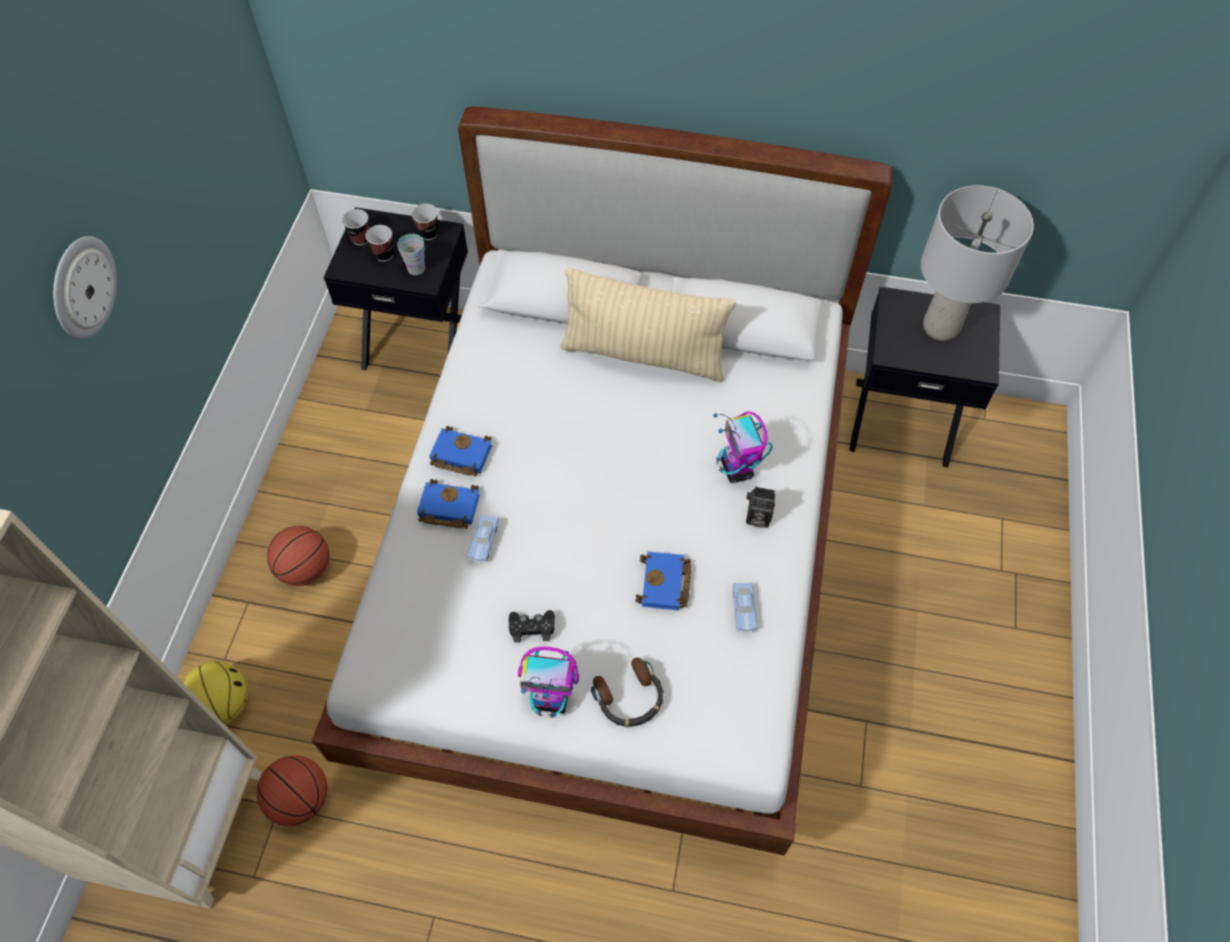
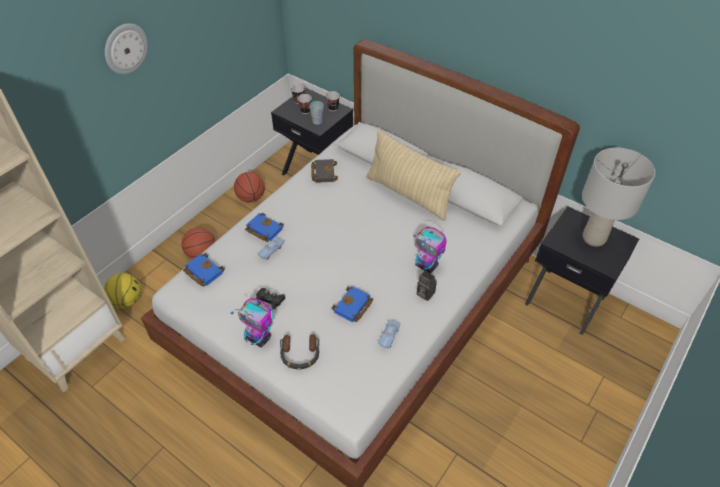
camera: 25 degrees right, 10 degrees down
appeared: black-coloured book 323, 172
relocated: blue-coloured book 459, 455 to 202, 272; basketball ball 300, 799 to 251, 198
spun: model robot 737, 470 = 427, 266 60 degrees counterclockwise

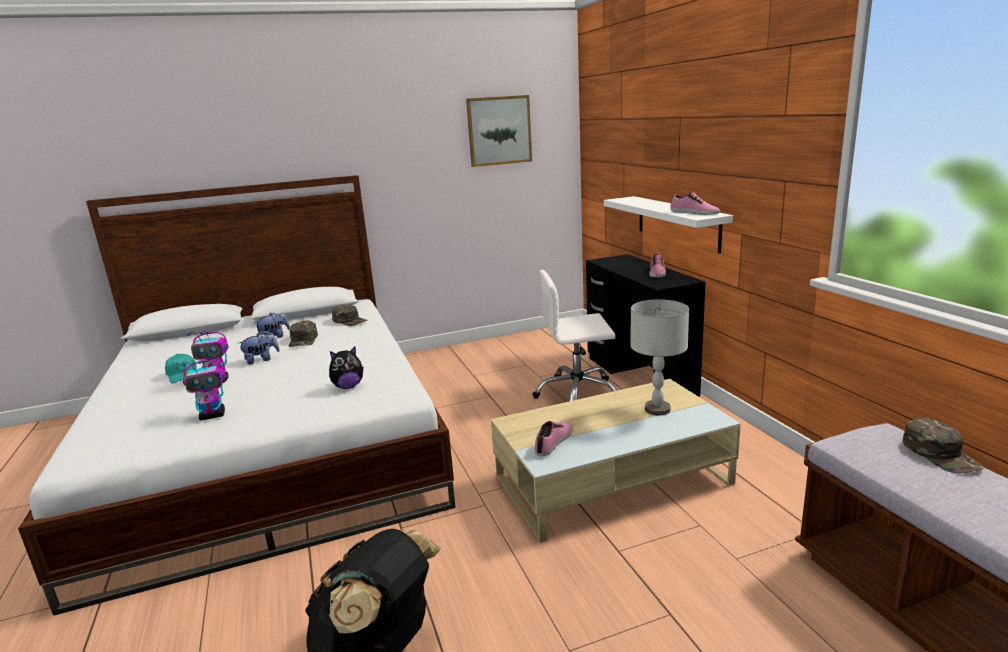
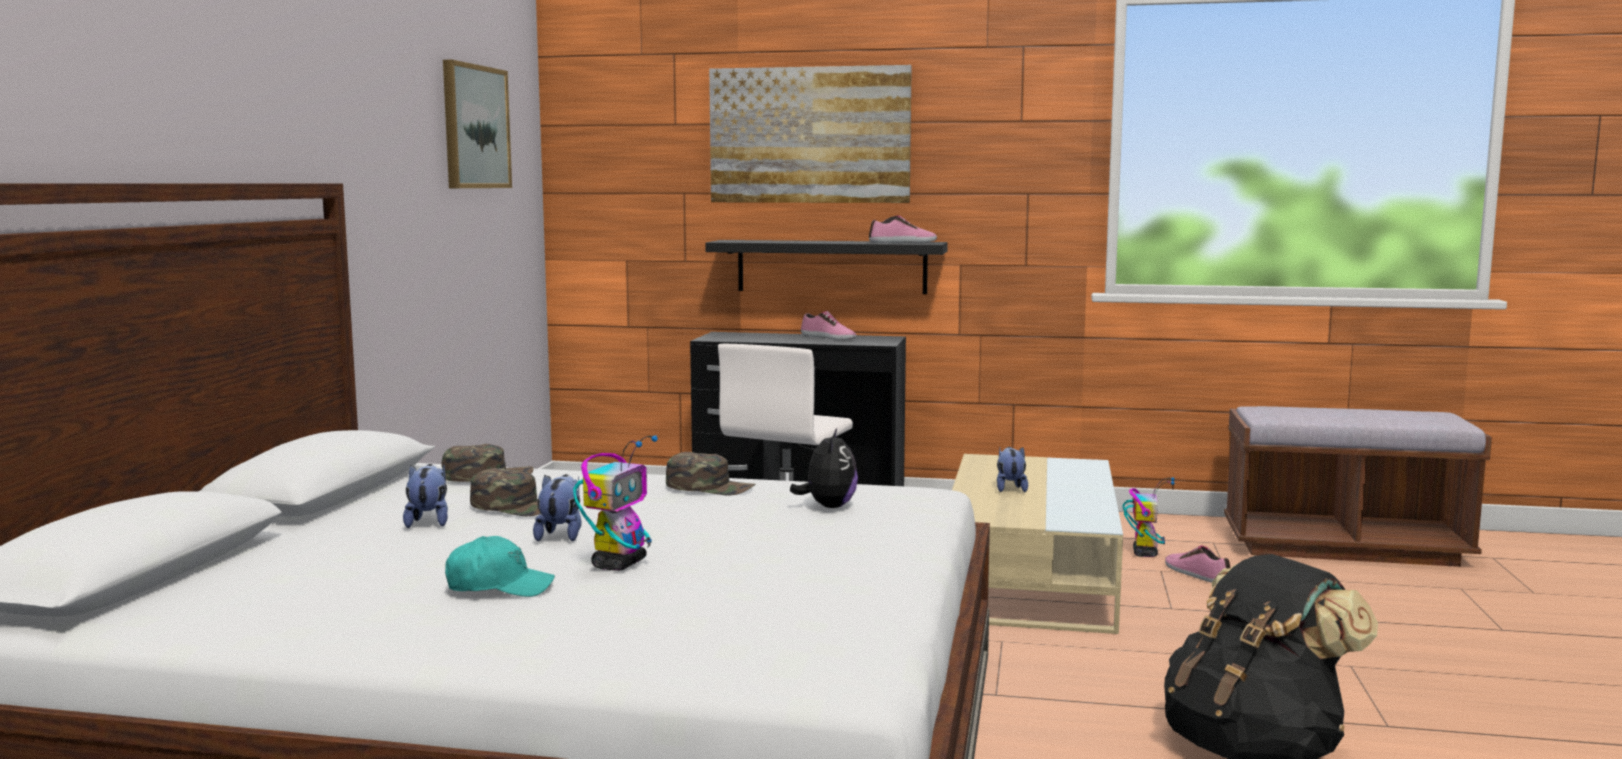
camera: 60 degrees left, 10 degrees down
missing: greyish table lamp 657, 409
appeared: wall picture 809, 135; cuddly toy 1010, 488
relocated: model robot 213, 415 to 1144, 553; green-coloured peaked cap 941, 454 to 710, 487; shoe 554, 442 to 1197, 574
colour: whitish bracket shelf 677, 222 to black-coloured bracket shelf 831, 266

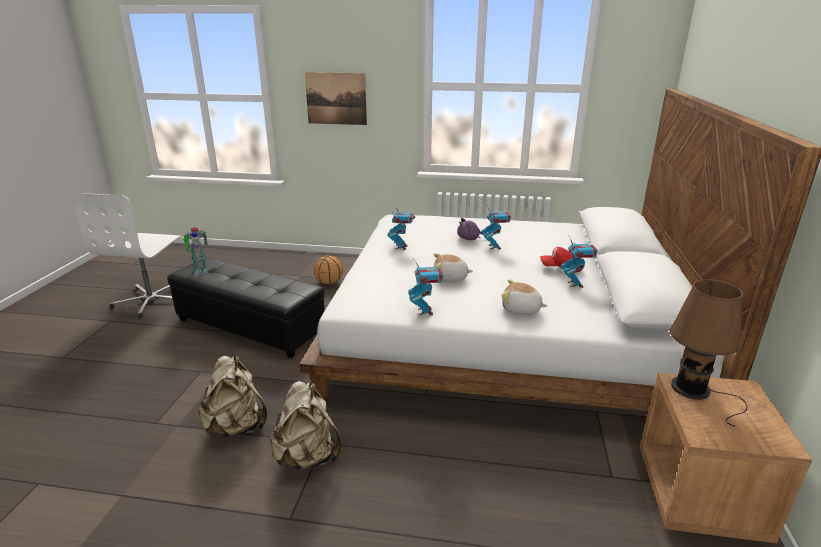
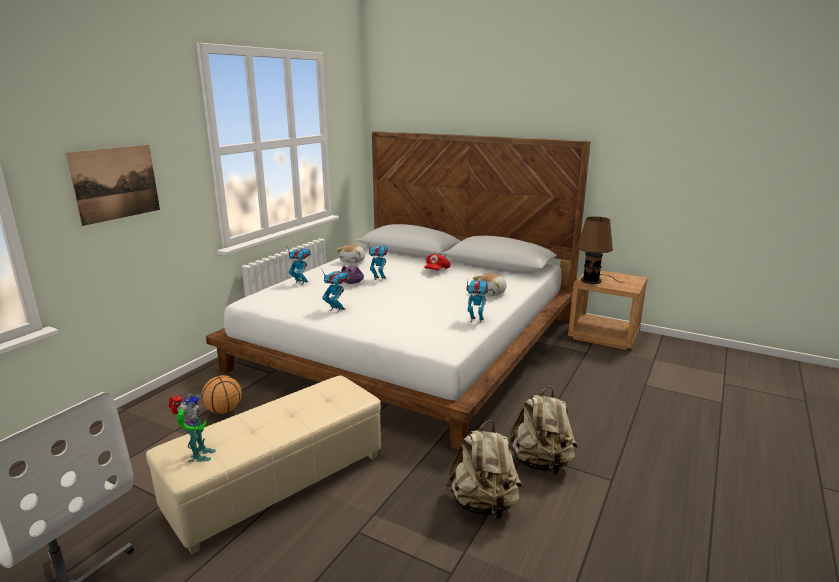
camera: 70 degrees left, 5 degrees down
relocated: model robot 575, 284 to 301, 282; cuddly toy 450, 278 to 353, 261
colour: black-coloured pouffe 249, 327 to sand-coloured pouffe 278, 484

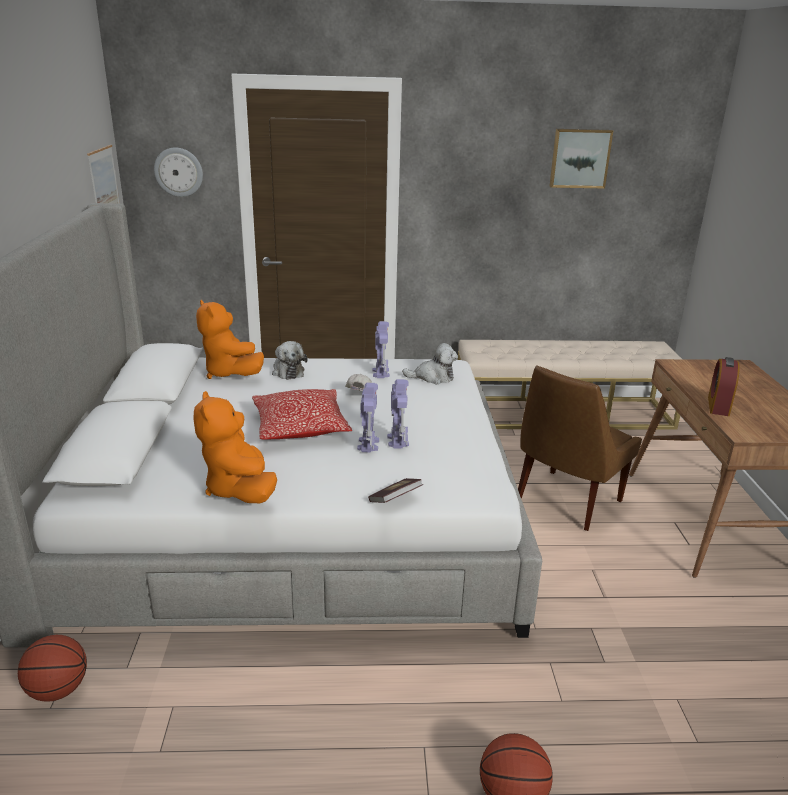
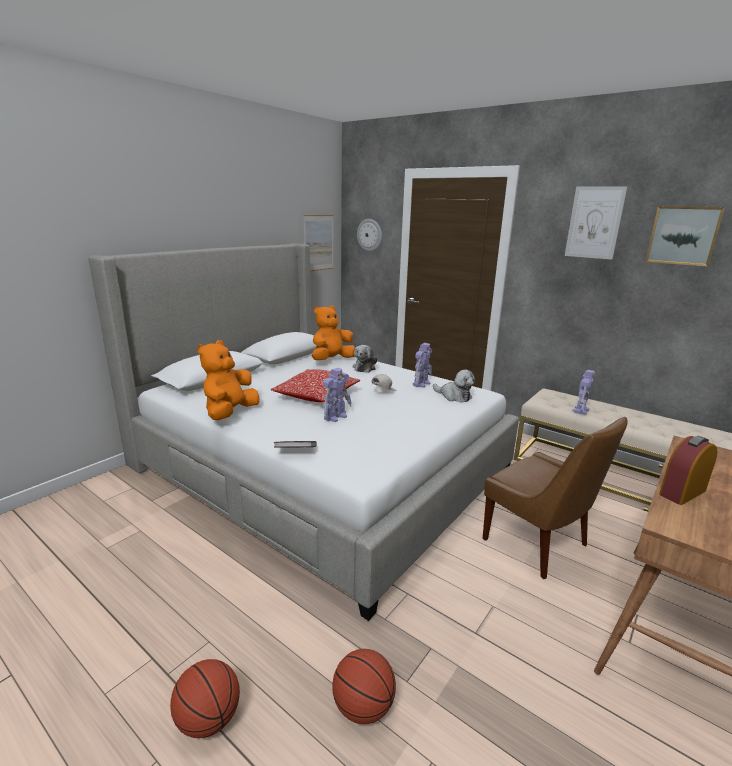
camera: 40 degrees right, 5 degrees down
appeared: wall picture 594, 222
relocated: model robot 397, 440 to 580, 410; basketball ball 58, 690 to 363, 707
spun: orange-coloured cuddly toy 229, 373 = 331, 360 45 degrees clockwise; brown chair 566, 501 = 538, 544 120 degrees counterclockwise

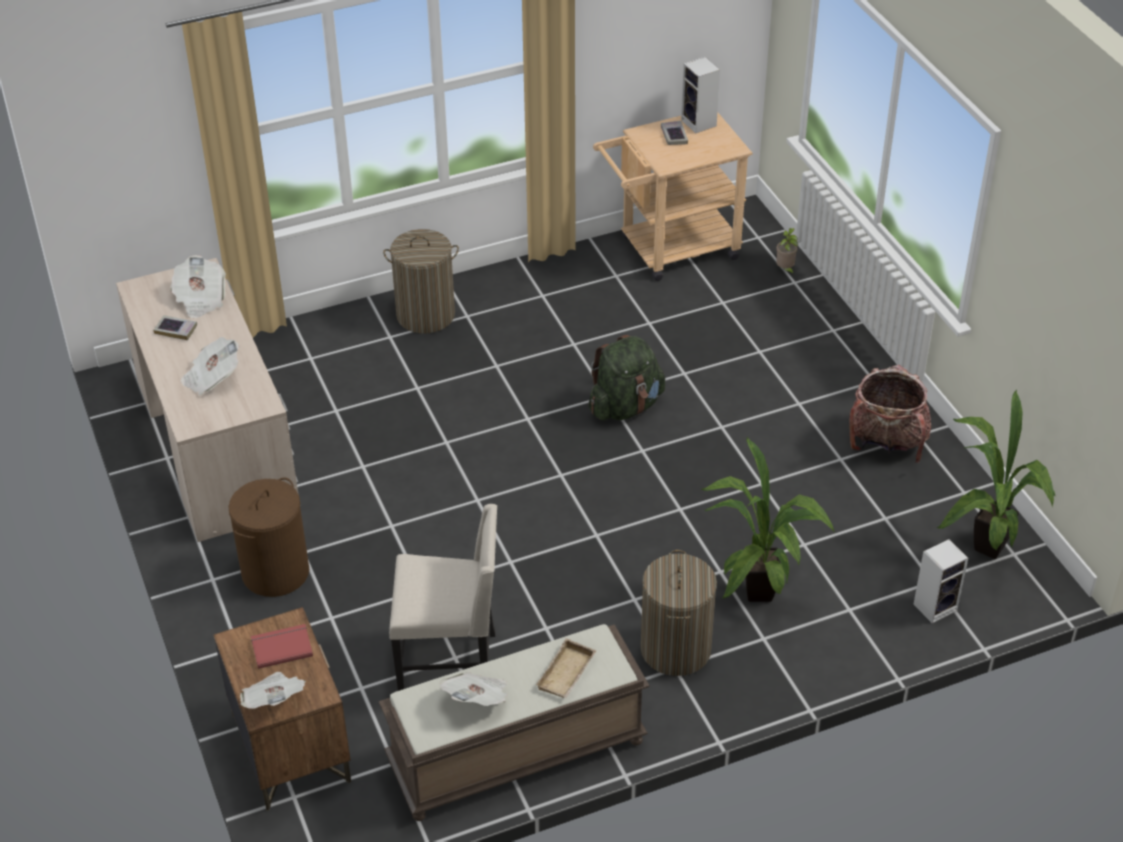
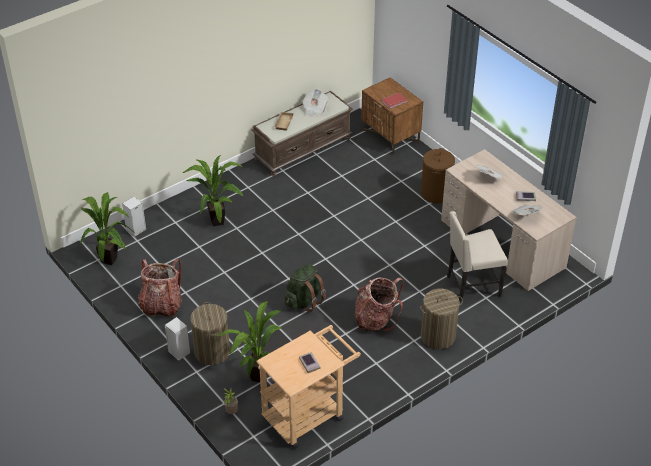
camera: 165 degrees right, 0 degrees up
missing: daily paper 274, 701
appeared: backpack 376, 319; plant in a pot 255, 376
relocated: speaker 700, 123 to 178, 352; sand-coloured chair 451, 664 to 472, 286; hamper 675, 649 to 212, 352

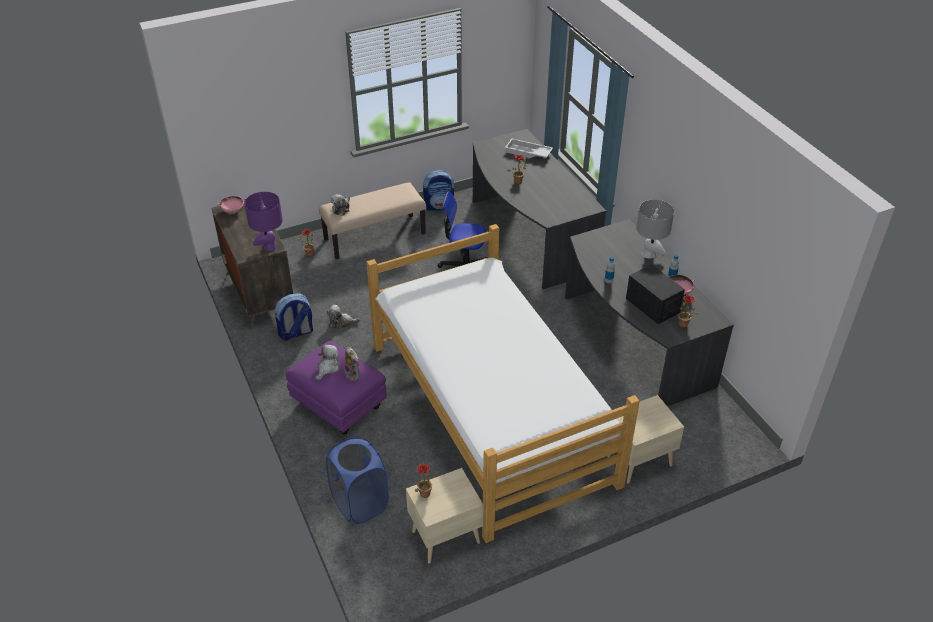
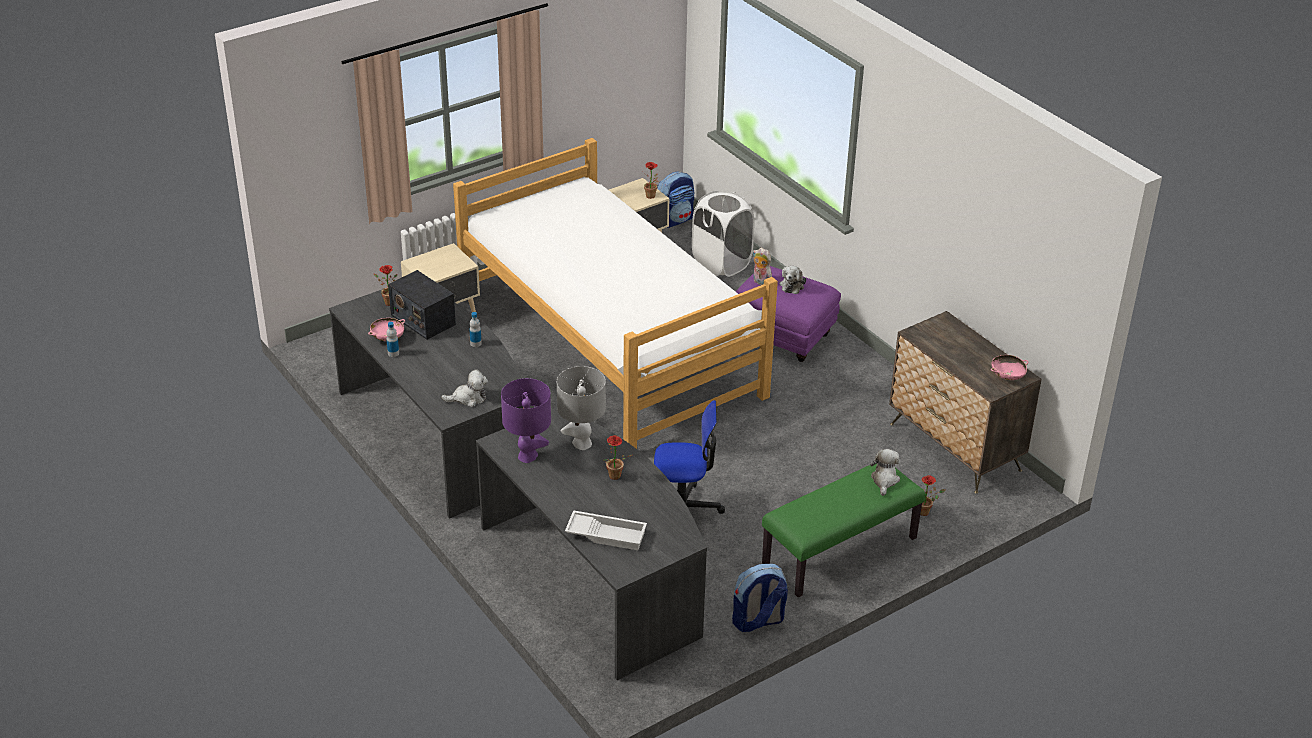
camera: 170 degrees right, 5 degrees down
relocated: purple-coloured table lamp 269, 247 to 528, 456; greyish table lamp 649, 254 to 582, 443; backpack 296, 333 to 675, 220; cuddly toy 342, 322 to 468, 398
colour: sand-coloured indoor bench 375, 236 to green-coloured indoor bench 840, 552; blue-coloured hamper 359, 503 to whitish hamper 721, 264

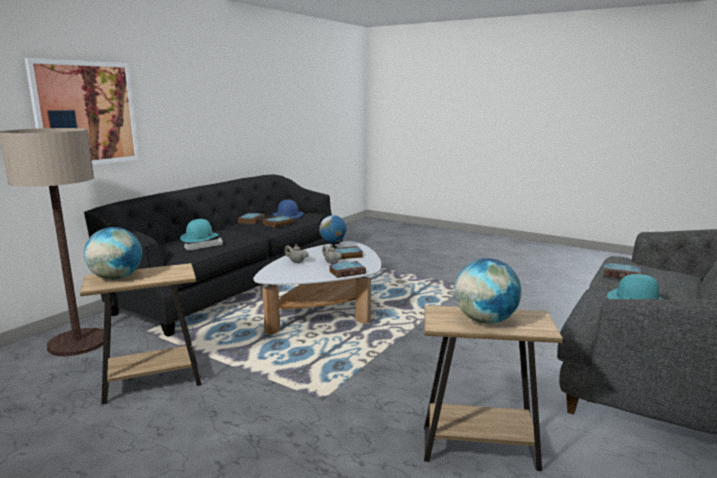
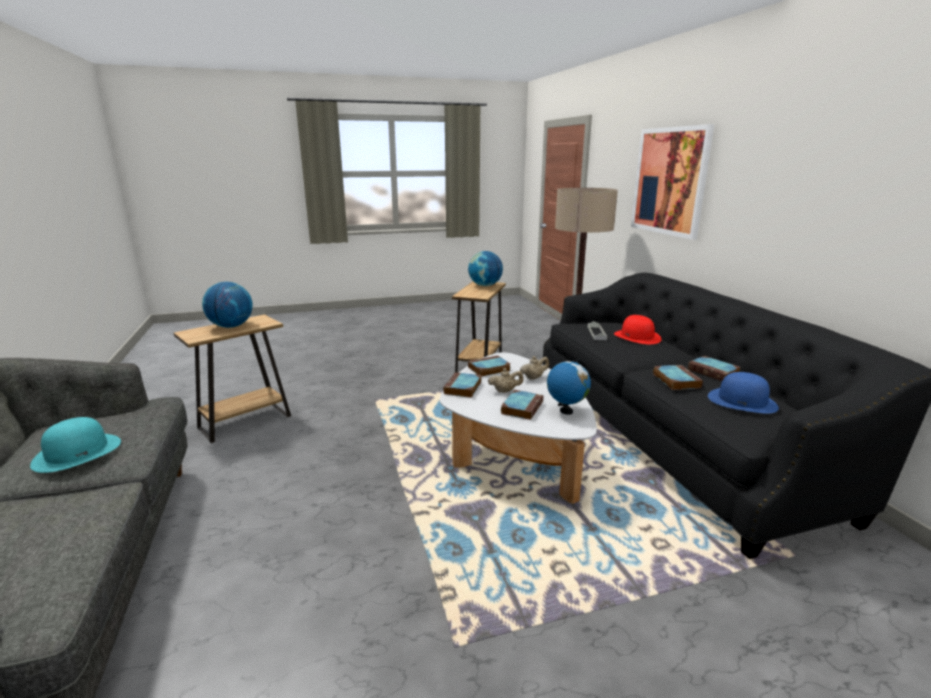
camera: 130 degrees right, 5 degrees up
relocated: book 622, 274 to 488, 369
colour: turquoise hat 199, 237 to red hat 637, 336

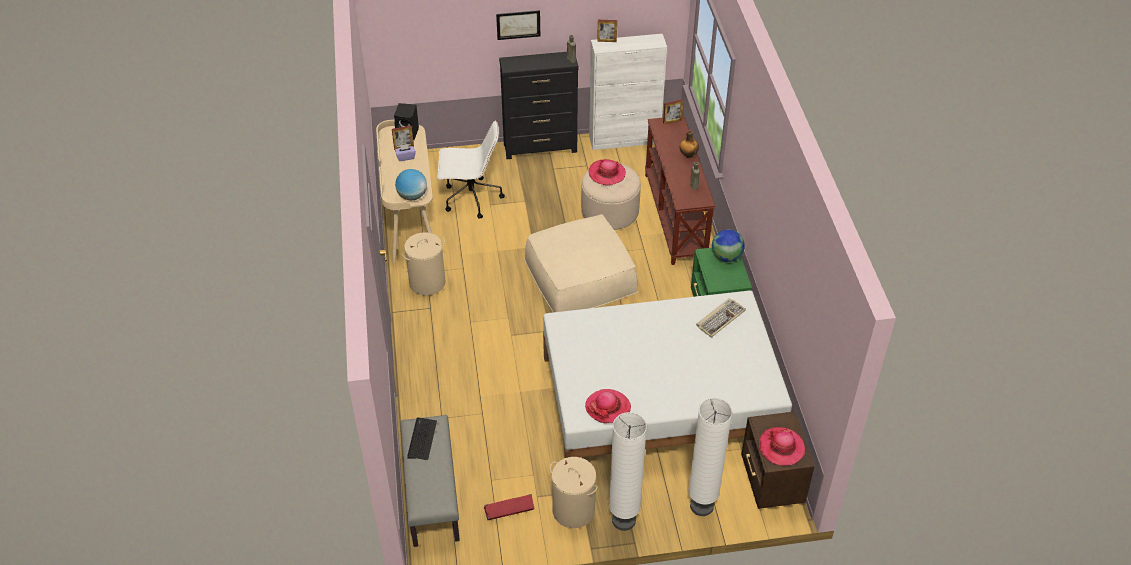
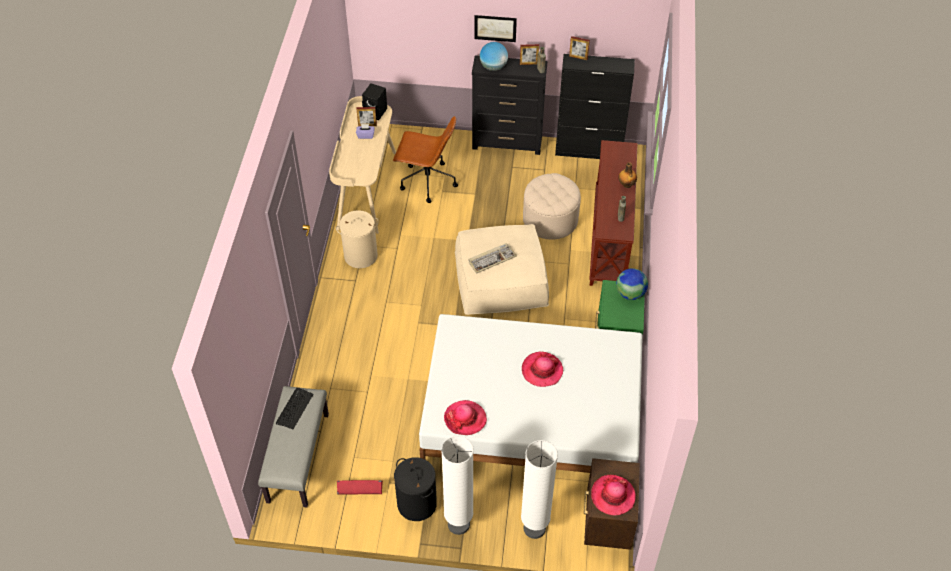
camera: 15 degrees right, 5 degrees up
relocated: photo frame 672, 121 to 528, 63; hat 606, 173 to 542, 370; globe 412, 196 to 493, 67; computer keyboard 720, 318 to 492, 259
colour: whitish cupboard 625, 140 to black-coloured cupboard 589, 151; whitish computer chair 471, 198 to brown computer chair 427, 182; sand-coloured hamper 573, 510 to black-coloured hamper 416, 503

